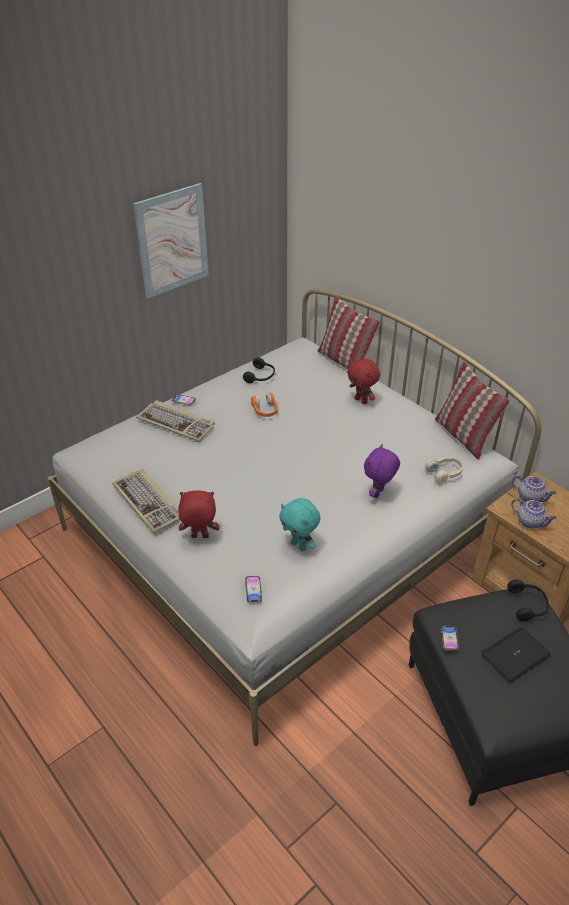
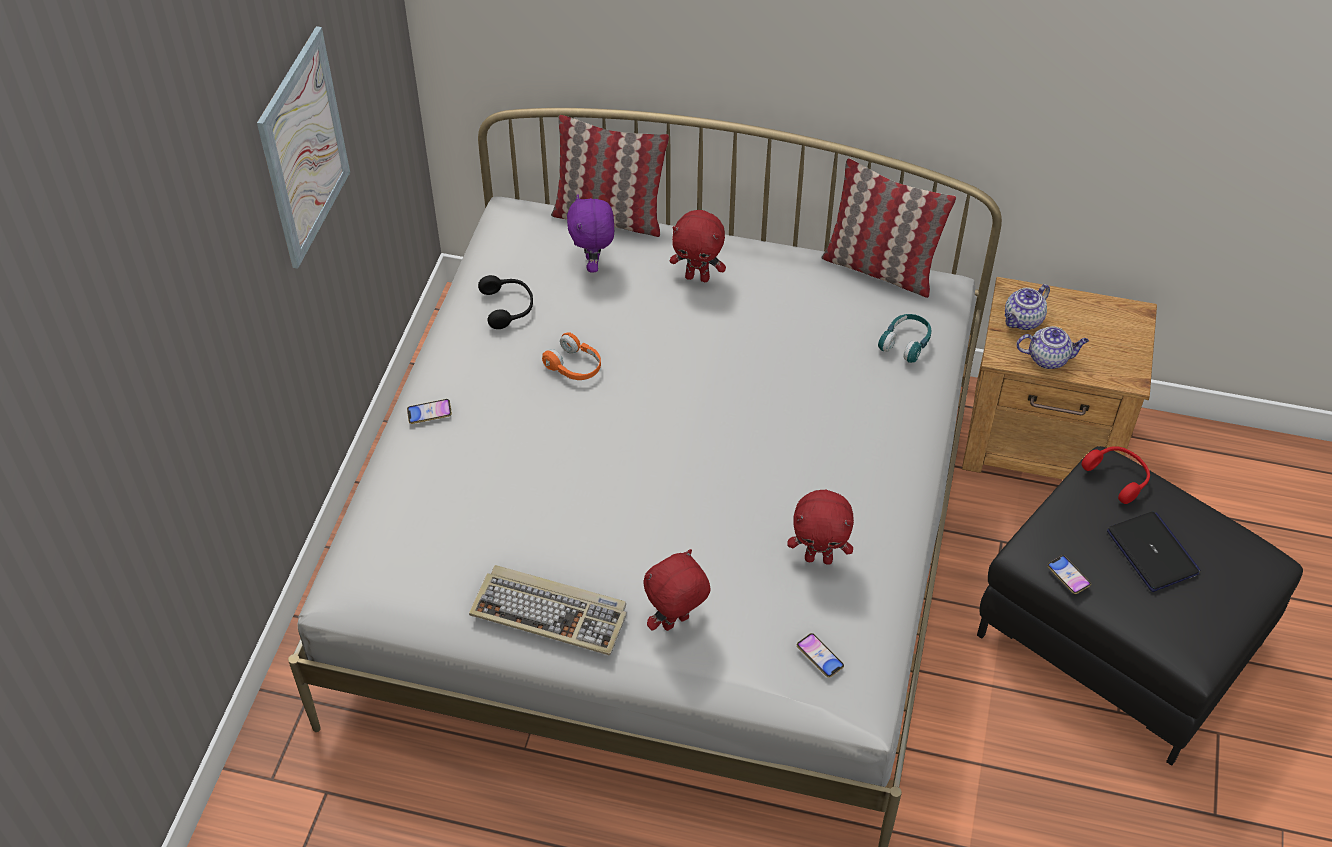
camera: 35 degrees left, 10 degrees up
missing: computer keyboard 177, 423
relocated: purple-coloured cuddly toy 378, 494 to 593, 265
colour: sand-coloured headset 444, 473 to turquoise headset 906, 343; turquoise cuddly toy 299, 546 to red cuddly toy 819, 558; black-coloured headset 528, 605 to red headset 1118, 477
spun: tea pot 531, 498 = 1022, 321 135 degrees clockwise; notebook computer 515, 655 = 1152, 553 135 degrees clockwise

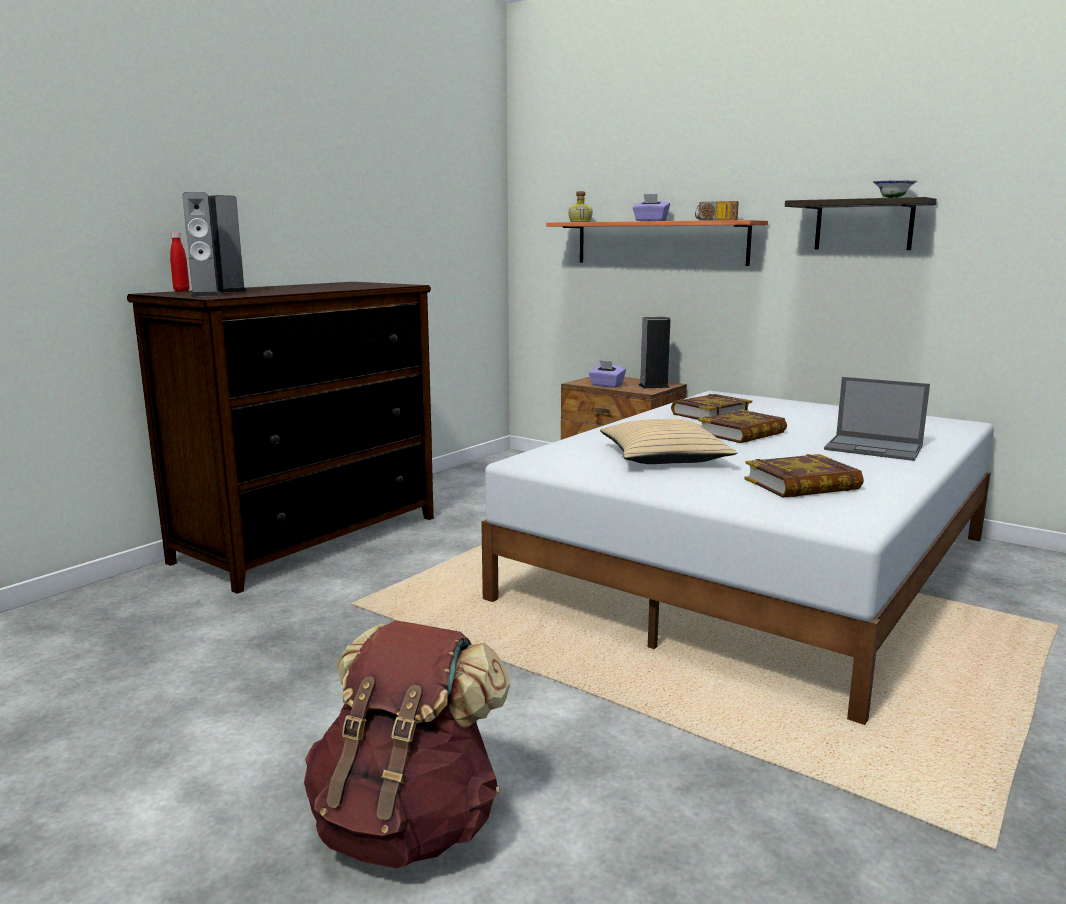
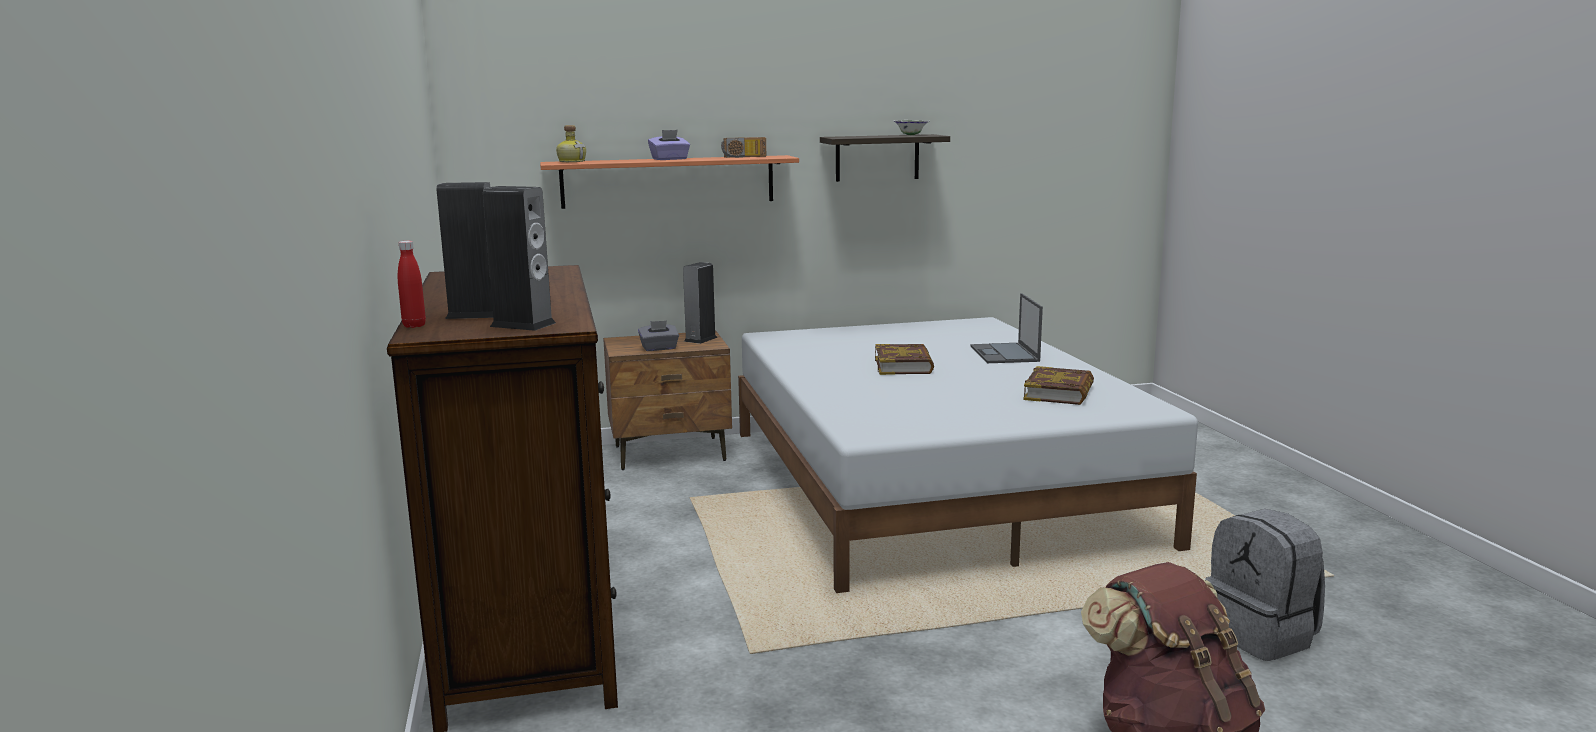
camera: 50 degrees left, 0 degrees up
missing: book 710, 414; sand-coloured throw pillow 664, 457
appeared: greyish backpack 1261, 635
colour: purple-coloured tissue box 606, 385 to greyish tissue box 659, 348
spun: notebook computer 874, 448 = 1005, 354 105 degrees clockwise

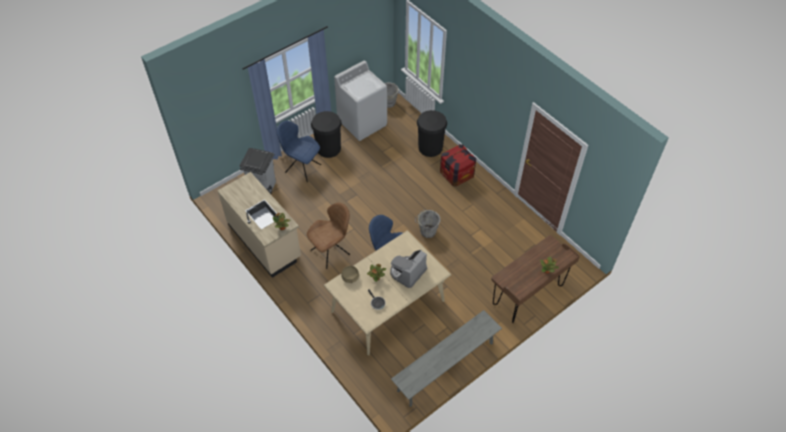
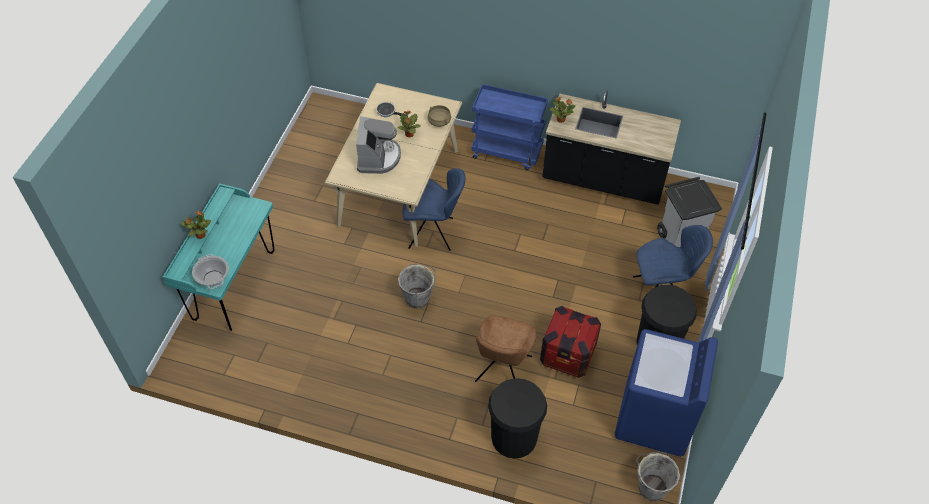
camera: 145 degrees right, 0 degrees up
missing: greyish indoor bench 445, 366
appeared: blue-coloured cart 507, 152; stockpot 213, 278
relocated: crate 456, 174 to 567, 354; brown chair 331, 251 to 502, 371
colour: whitish laundry appliance 362, 123 to blue-coloured laundry appliance 654, 419; sand-coloured counter 265, 241 to black-coloured counter 603, 180; brown desk 528, 295 to turquoise desk 234, 285

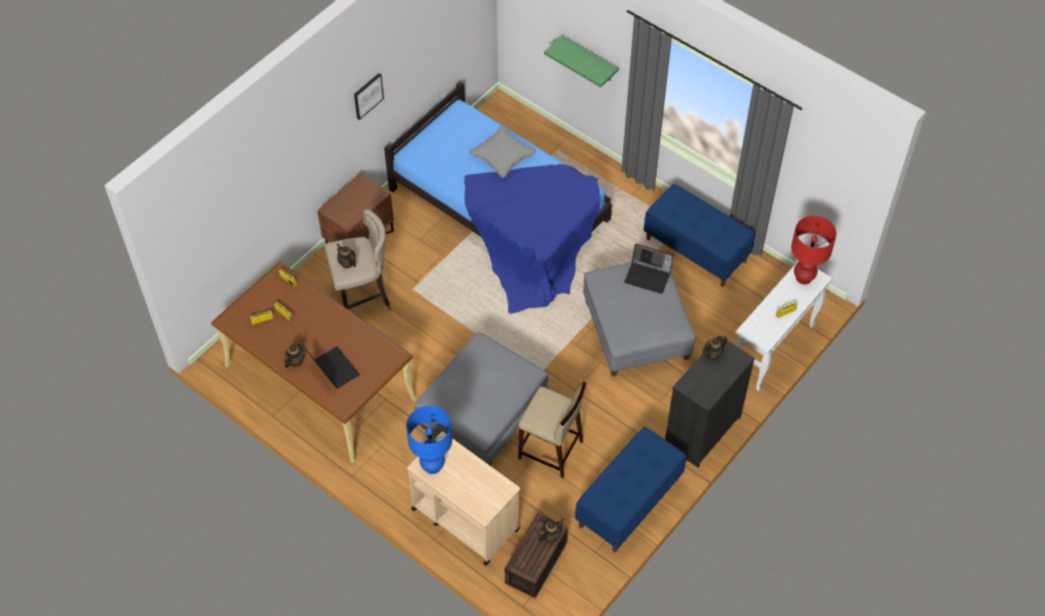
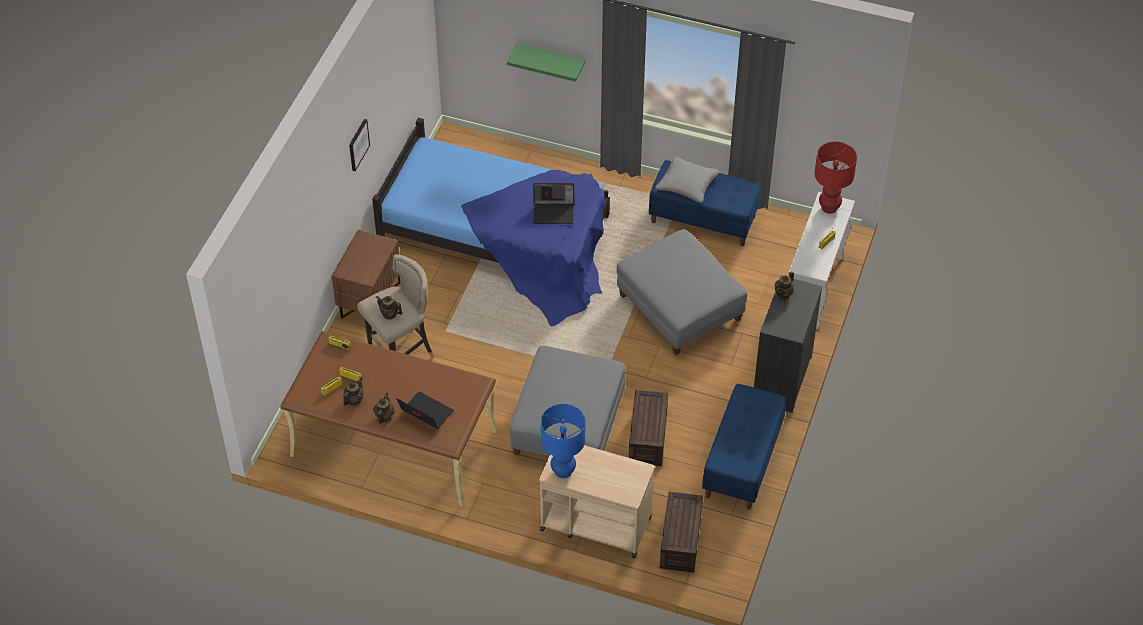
camera: 20 degrees left, 5 degrees down
relocated: greyish throw pillow 502, 156 to 687, 183; notebook computer 648, 276 to 554, 212; tea pot 550, 536 to 354, 400
exchanged: sand-coloured stool seat 551, 451 to brown storage container 648, 438

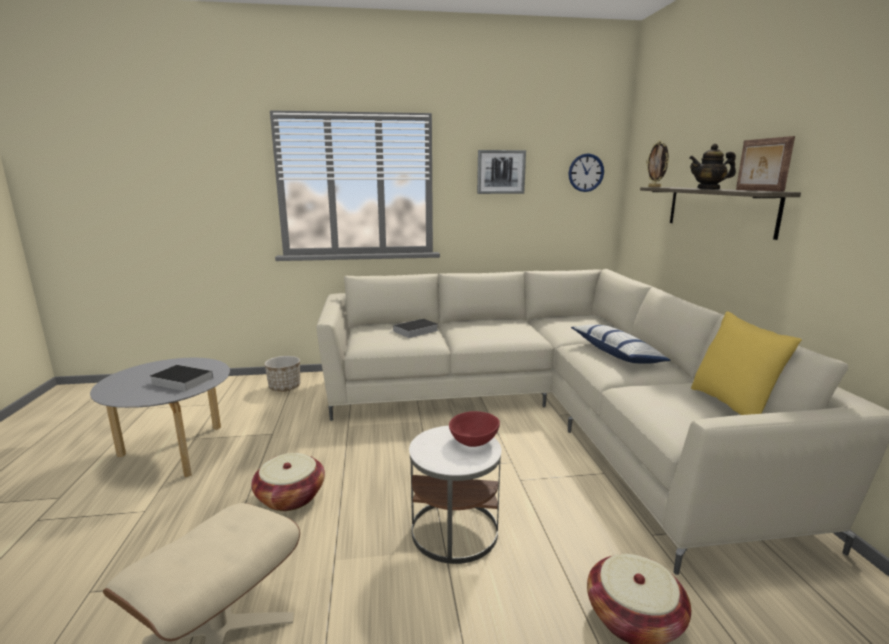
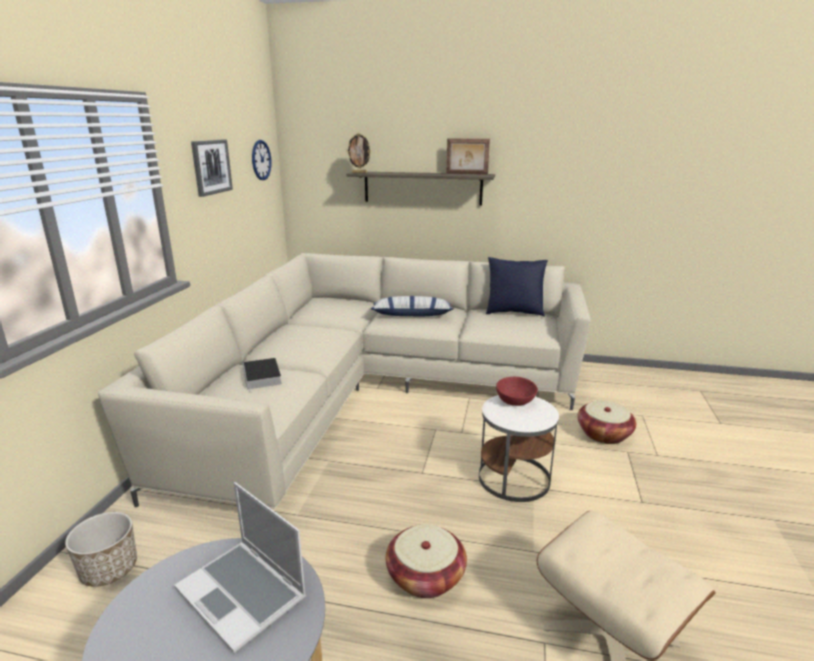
camera: 70 degrees left, 5 degrees up
missing: tea pot 708, 189
exchanged: book 180, 381 to notebook computer 243, 594
colour: yellow throw pillow 732, 405 to blue-coloured throw pillow 514, 312

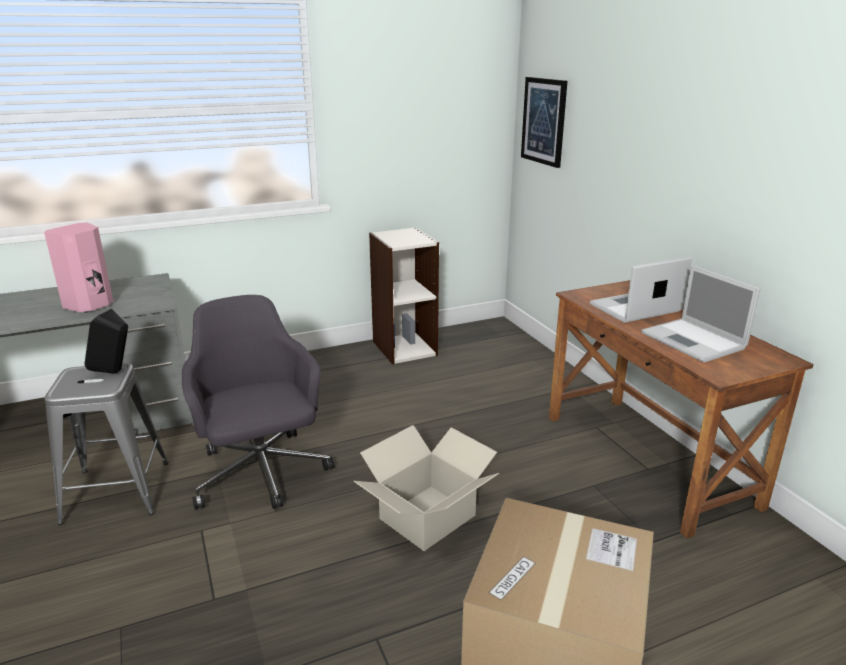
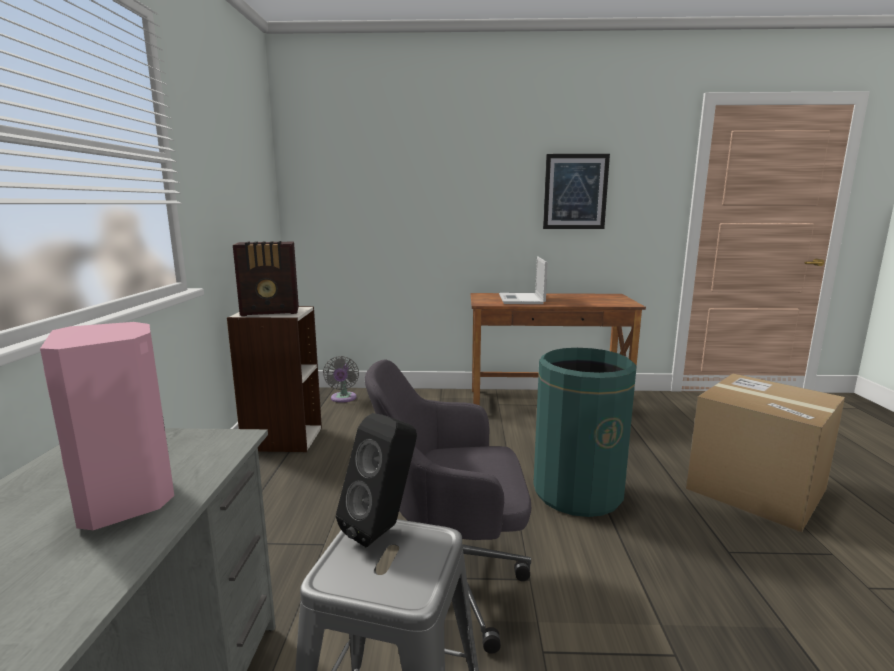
camera: 65 degrees left, 10 degrees down
missing: notebook computer 694, 341
appeared: radio receiver 271, 311; greyish electric fan 343, 399
relocated: wall picture 544, 121 to 575, 192
exchanged: carton 428, 517 to green-coloured rubbish bin 577, 492

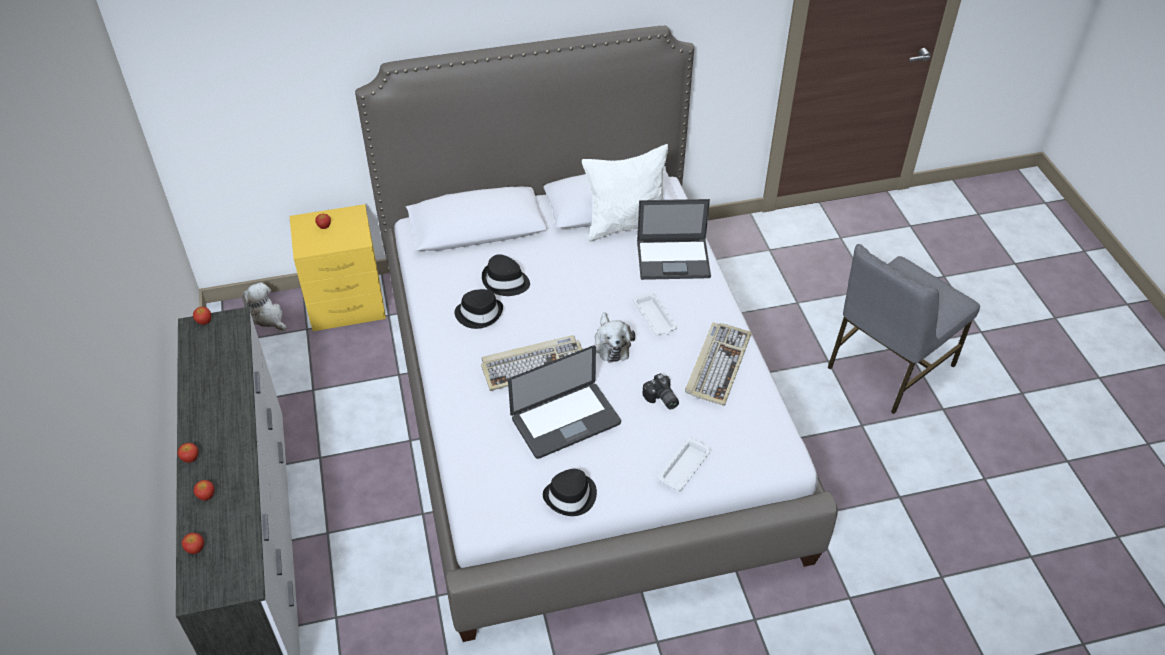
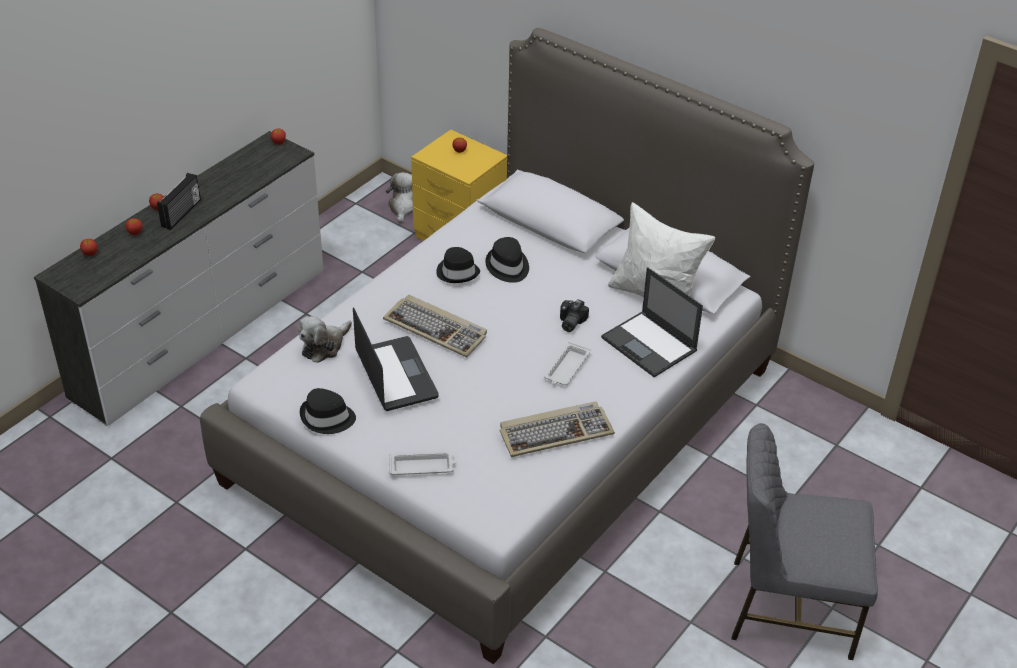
camera: 50 degrees right, 5 degrees down
appeared: radio receiver 182, 213
relocated: cuddly toy 611, 344 to 324, 346; photo camera 661, 399 to 570, 322
spun: notebook computer 566, 421 = 396, 375 135 degrees counterclockwise

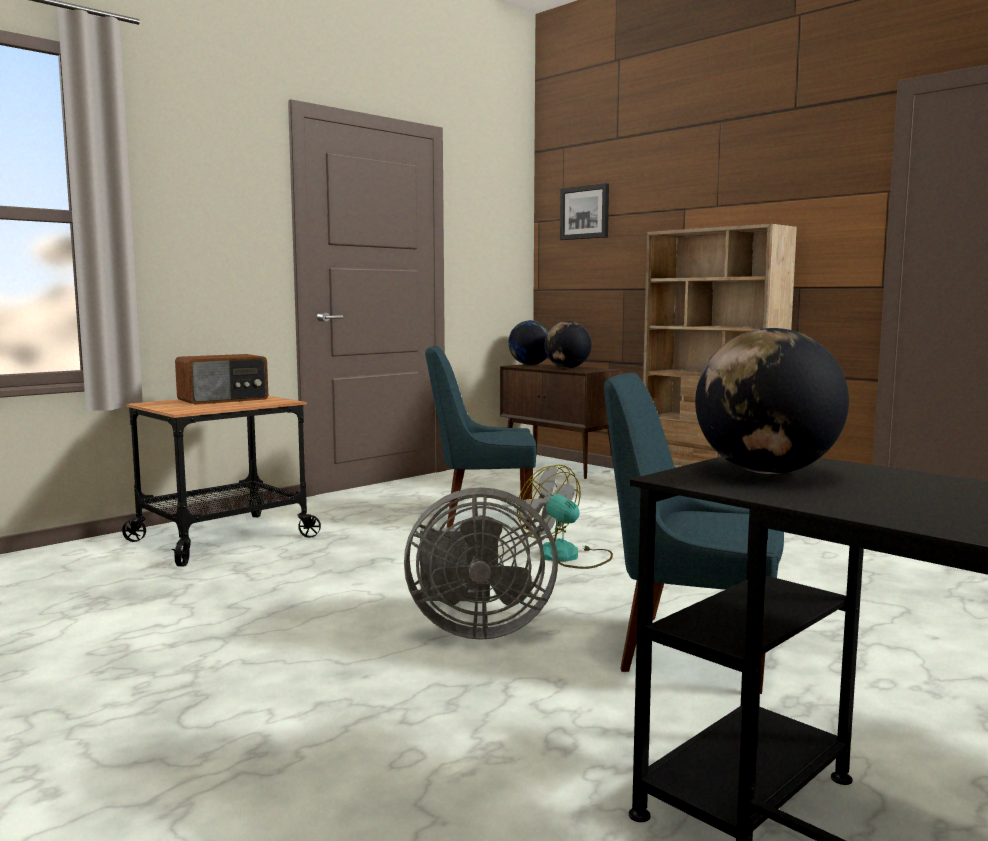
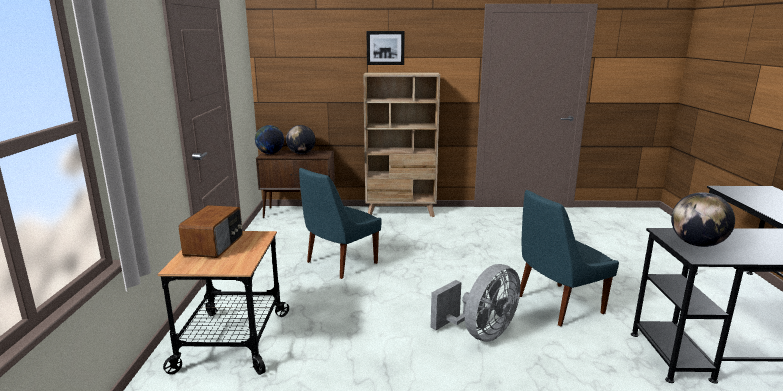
camera: 45 degrees left, 10 degrees up
missing: electric fan 568, 556
relocated: wall picture 585, 212 to 385, 48

